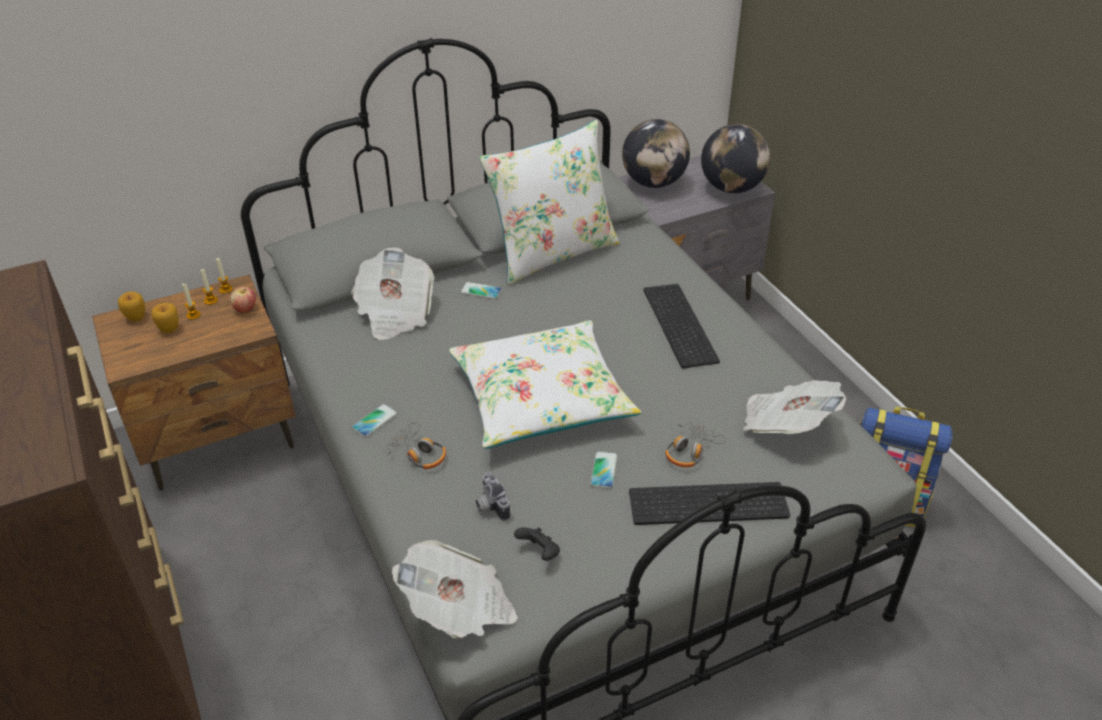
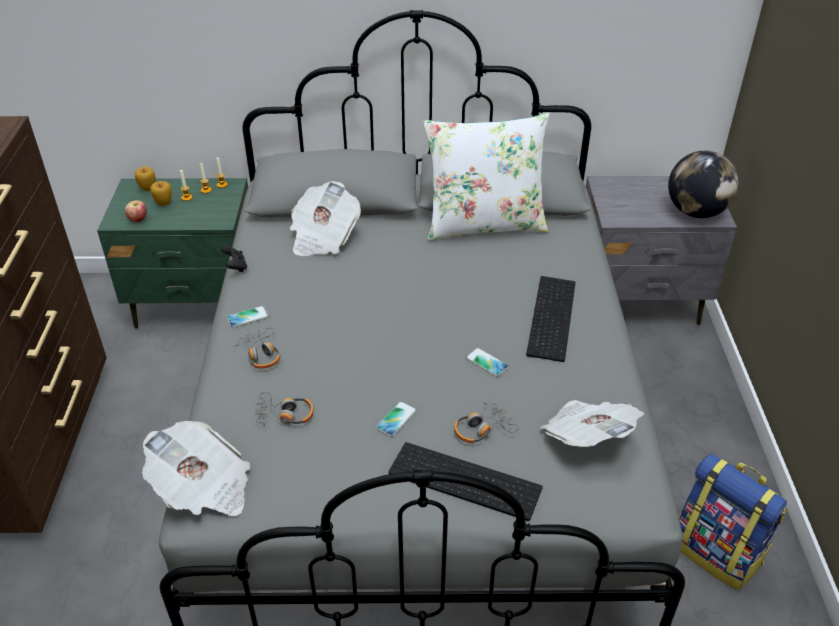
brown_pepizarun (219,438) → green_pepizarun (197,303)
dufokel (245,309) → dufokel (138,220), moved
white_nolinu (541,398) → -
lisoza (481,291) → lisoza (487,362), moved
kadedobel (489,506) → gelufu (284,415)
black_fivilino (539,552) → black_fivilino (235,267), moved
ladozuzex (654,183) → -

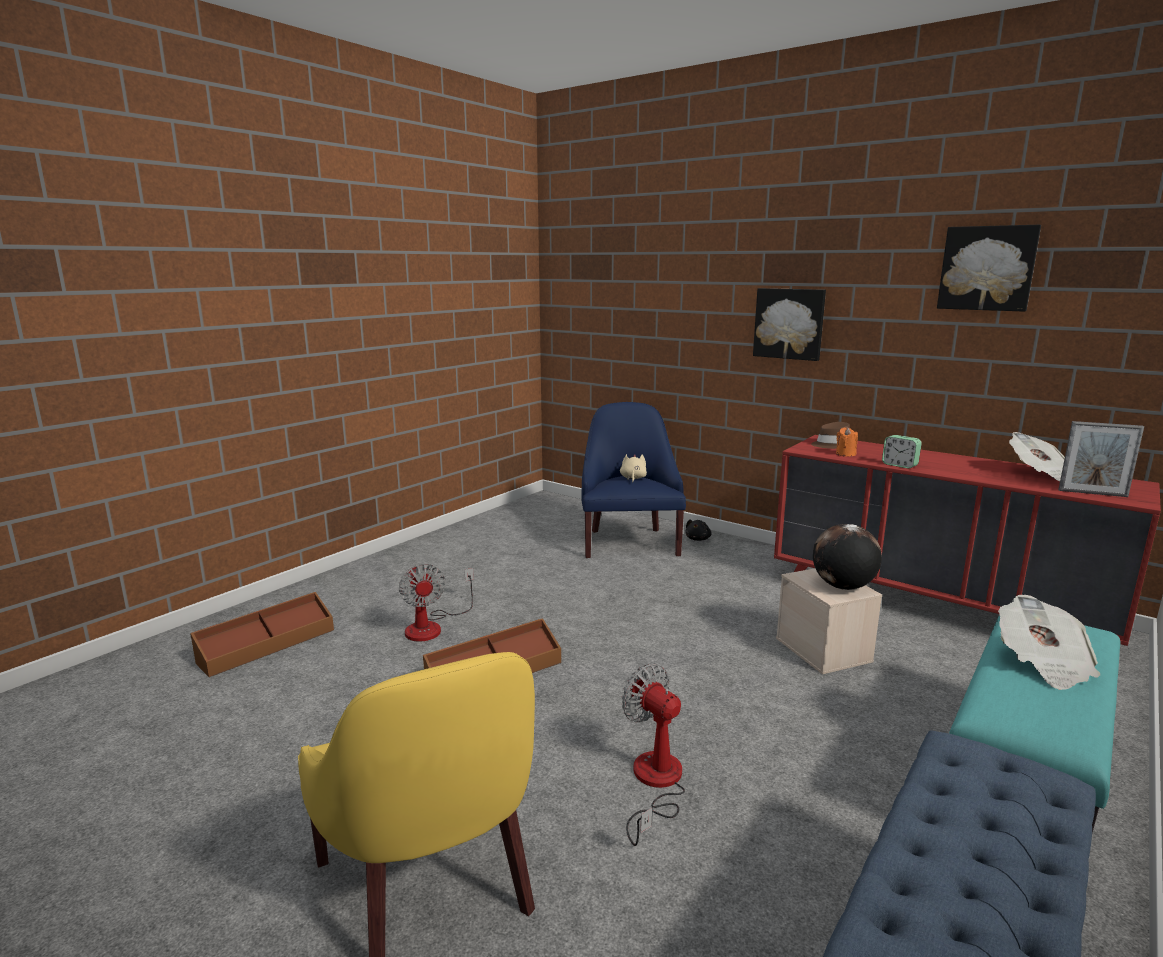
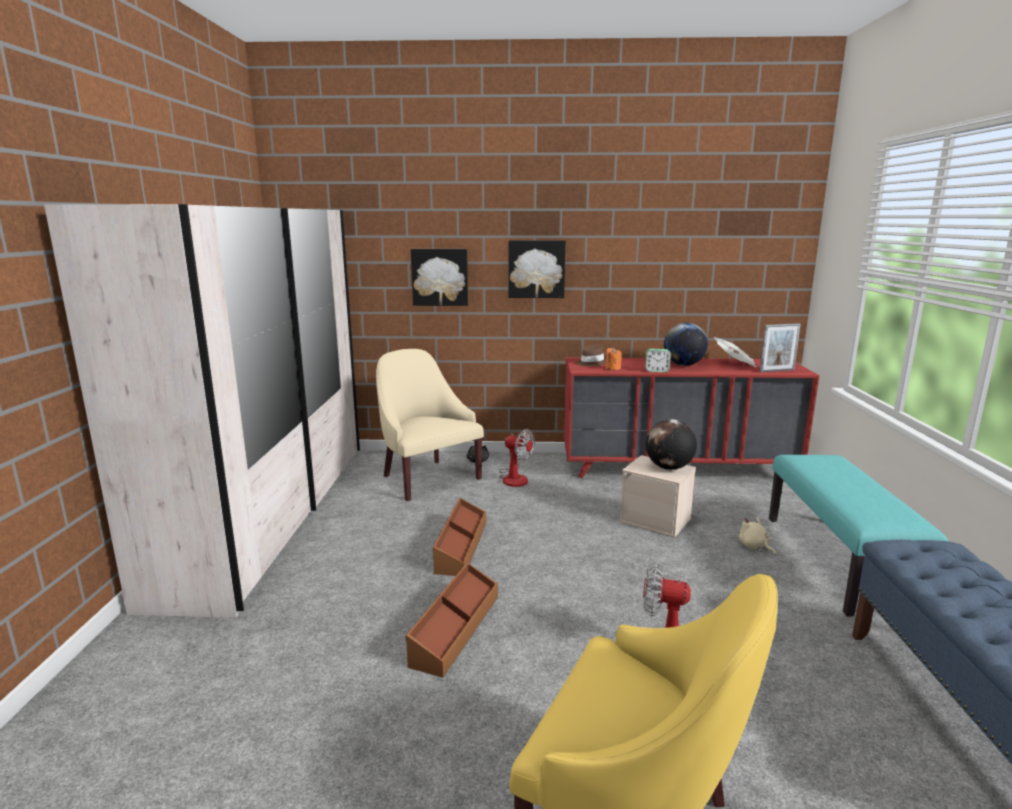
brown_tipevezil (267,645) → brown_tipevezil (460,546), moved
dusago (432,626) → dusago (514,477), moved
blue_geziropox (629,542) → beige_geziropox (427,478)
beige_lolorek (633,478) → beige_lolorek (754,546), moved
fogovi (987,268) → fogovi (440,277), moved
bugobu (1043,664) → -
- → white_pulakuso (272,513)
- → ladozuzex (683,365)

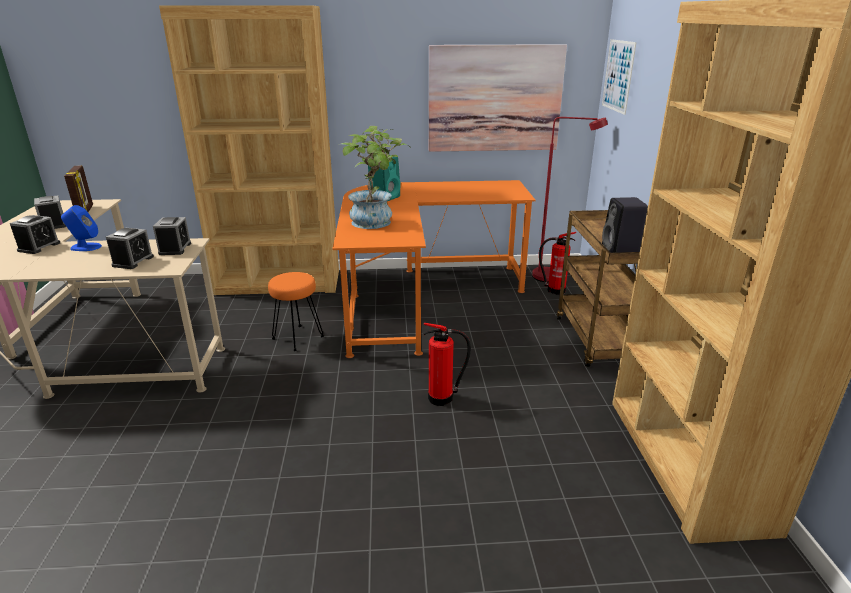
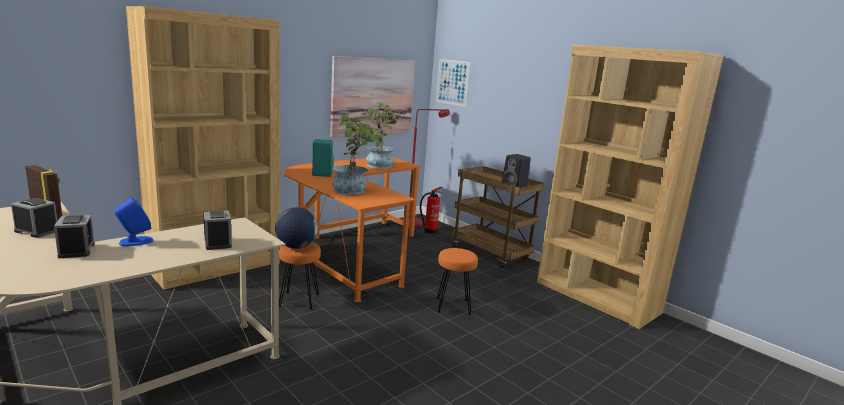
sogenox (175,248) → -
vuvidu (443,398) → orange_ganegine (453,306)
- → ladozuzex (296,247)
- → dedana (380,164)

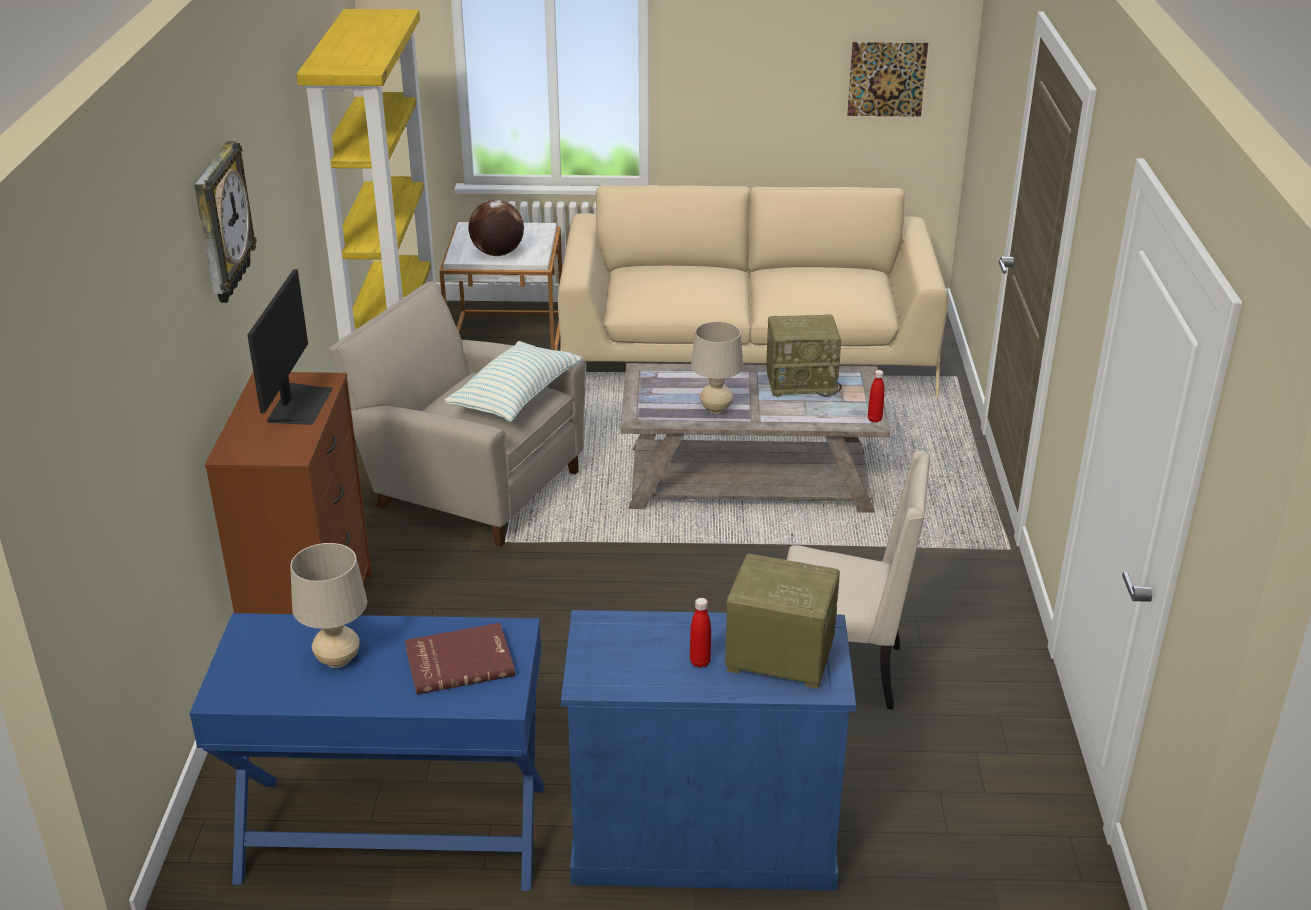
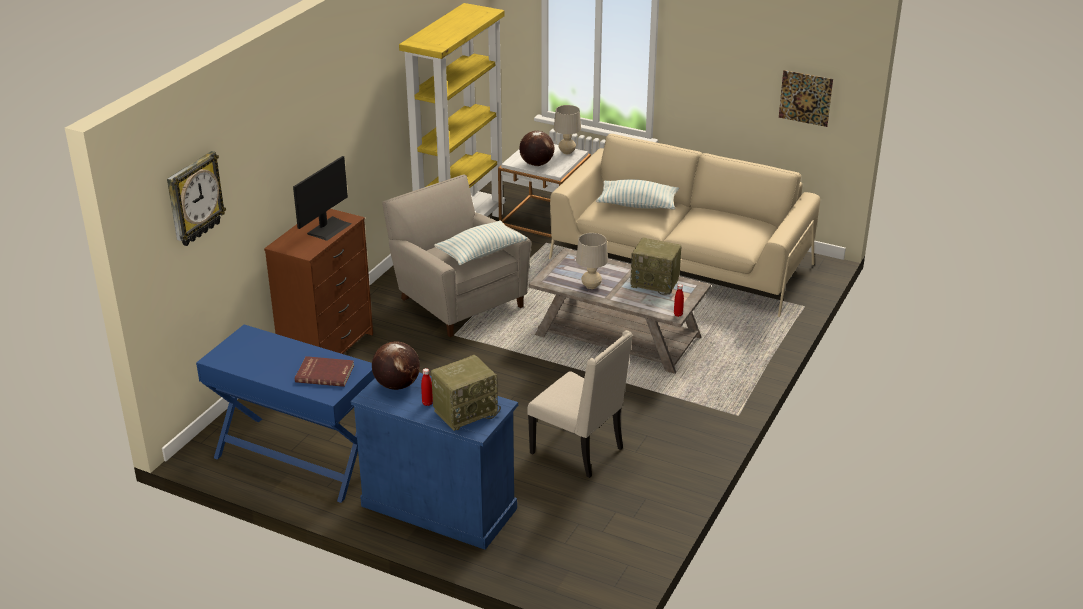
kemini (220,223) → kemini (194,199), moved
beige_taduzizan (338,660) → beige_taduzizan (567,152), moved
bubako (777,657) → bubako (466,411), 105 degrees clockwise
- → ladozuzex (396,385)
- → nolinu (637,205)

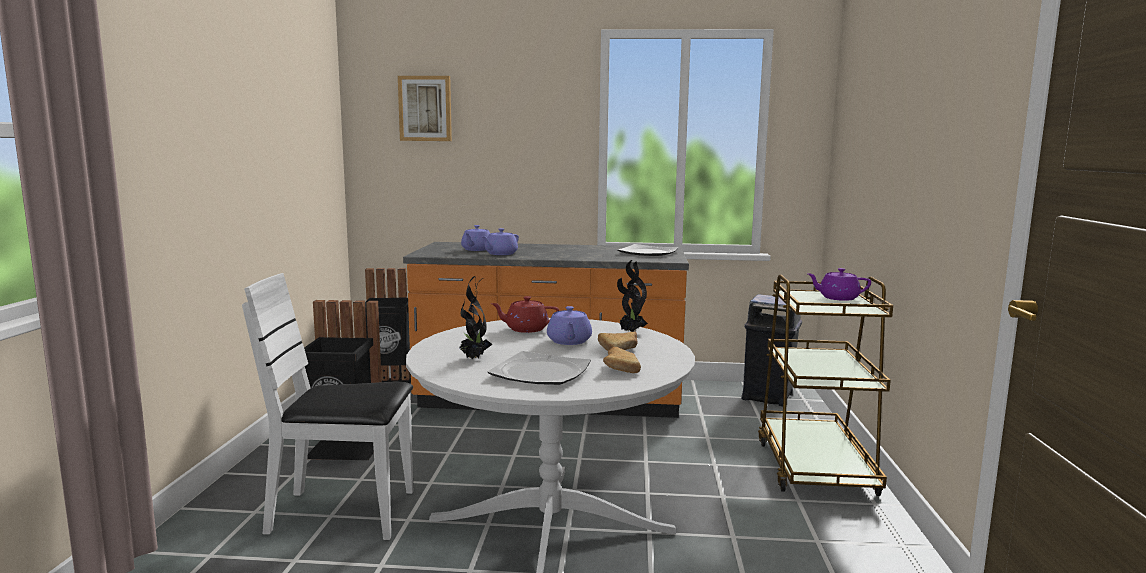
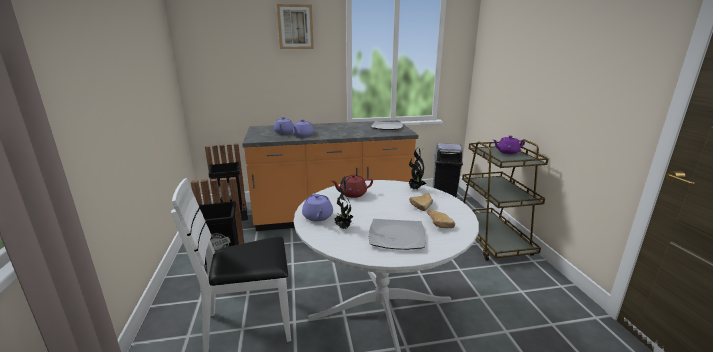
fogovi (425,108) → fogovi (295,27), moved
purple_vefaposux (569,341) → purple_vefaposux (318,217), moved

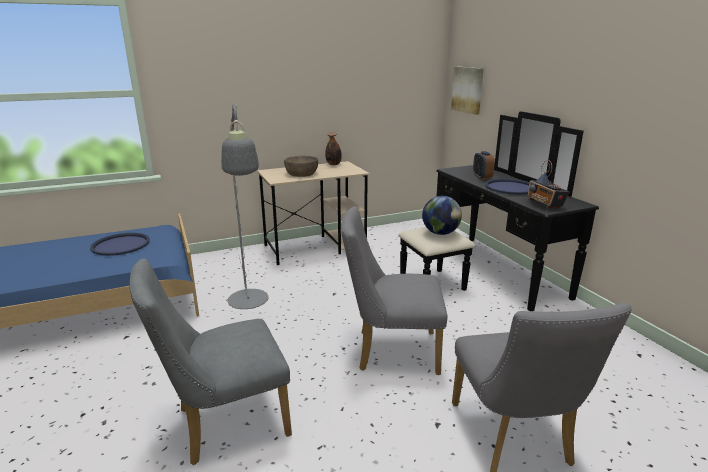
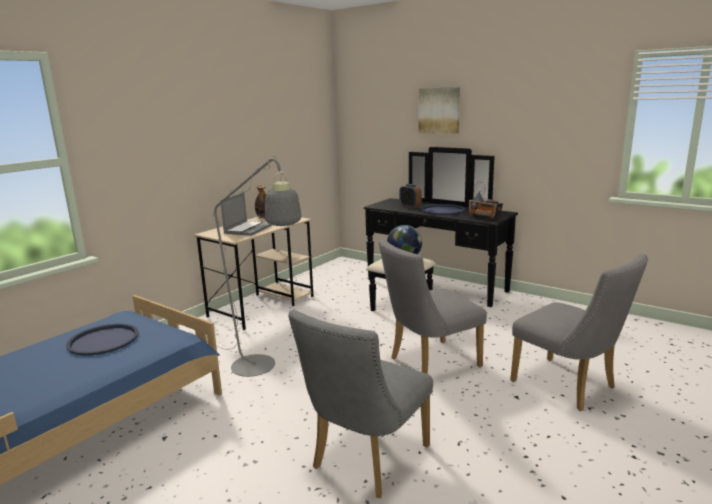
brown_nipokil (301,173) → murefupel (248,229)
fogovi (468,90) → fogovi (439,110), moved

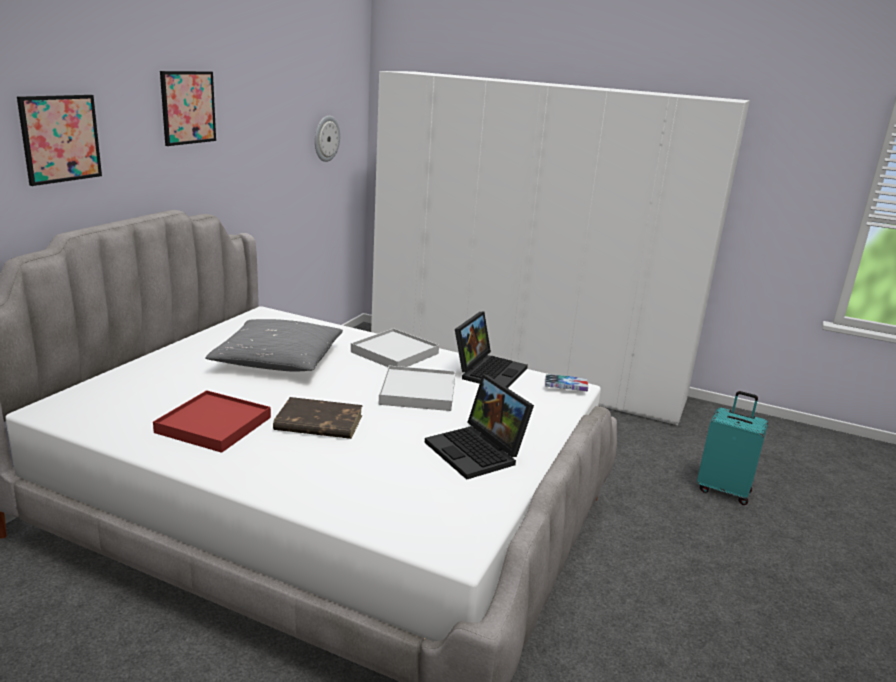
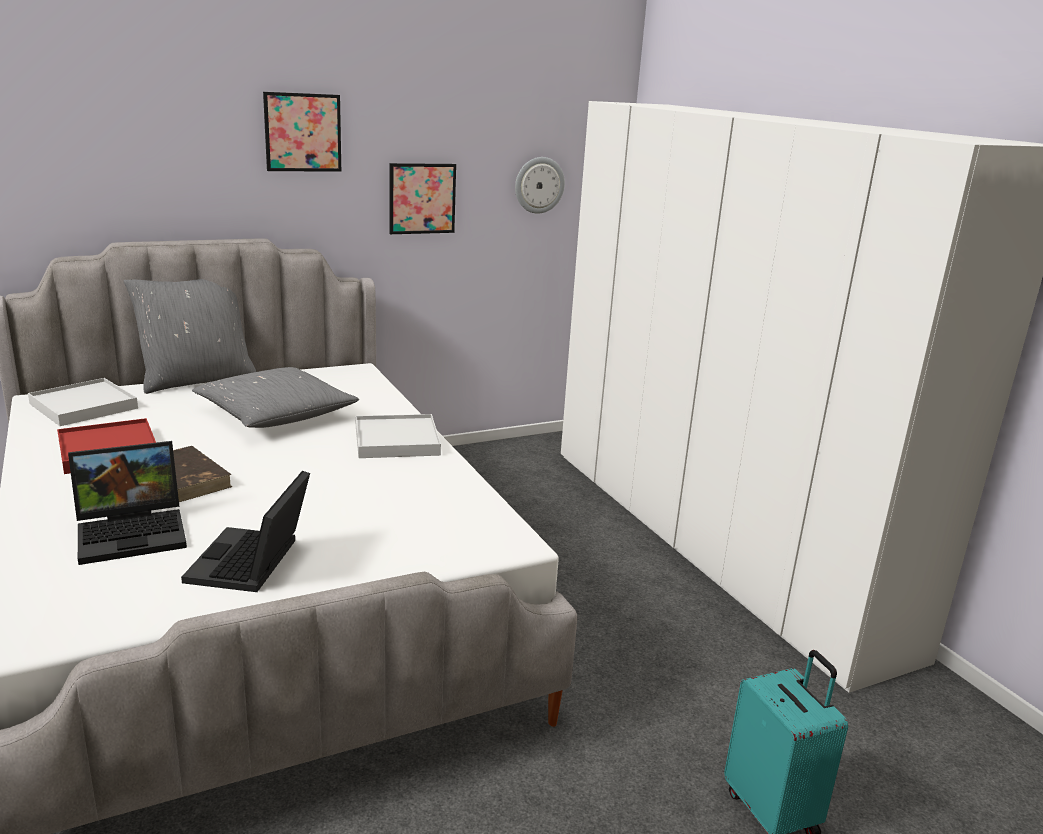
fogovi (60,138) → fogovi (422,198), moved
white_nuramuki (418,392) → white_nuramuki (83,406), moved
murefupel (488,371) → murefupel (134,532), moved
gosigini (565,387) → -
- → grey_nolinu (197,379)

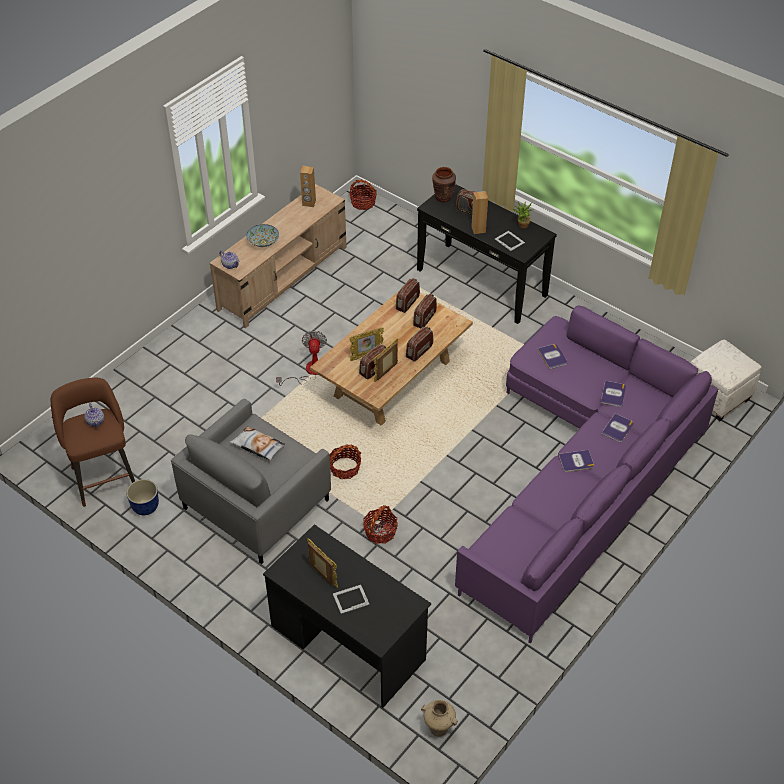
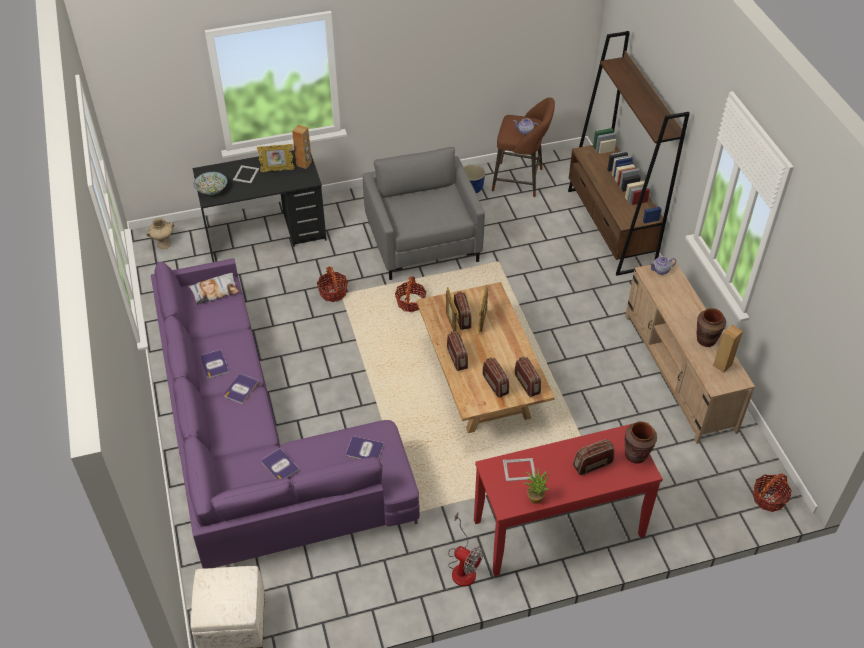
nolinu (257,446) → nolinu (215,291), moved
nipokil (263,242) → nipokil (212,190), moved
dusago (309,371) → dusago (462,567), moved
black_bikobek (482,282) → red_bikobek (559,528)
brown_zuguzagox (478,229) → brown_zuguzagox (304,164), moved
gosigini (617,428) → gosigini (214,364), moved
- → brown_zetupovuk (610,228)
- → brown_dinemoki (706,340)

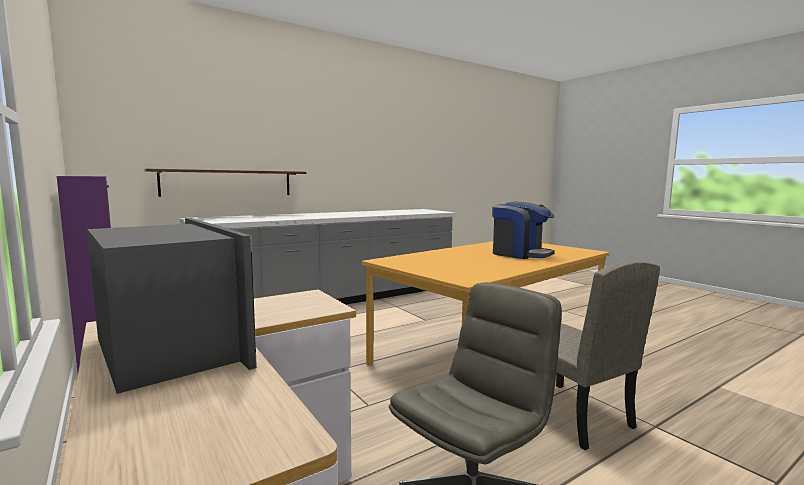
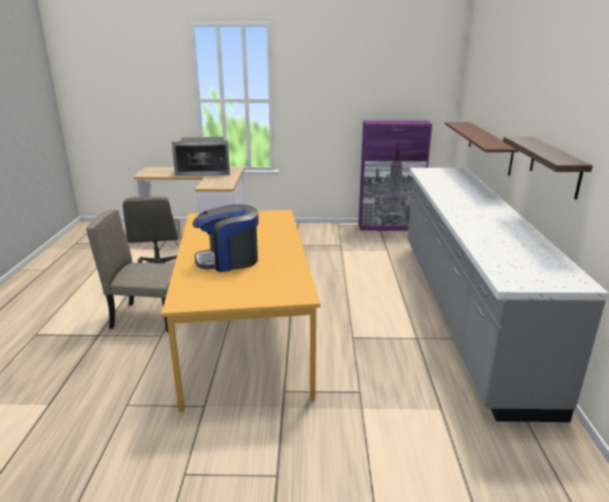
- → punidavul (555,166)

